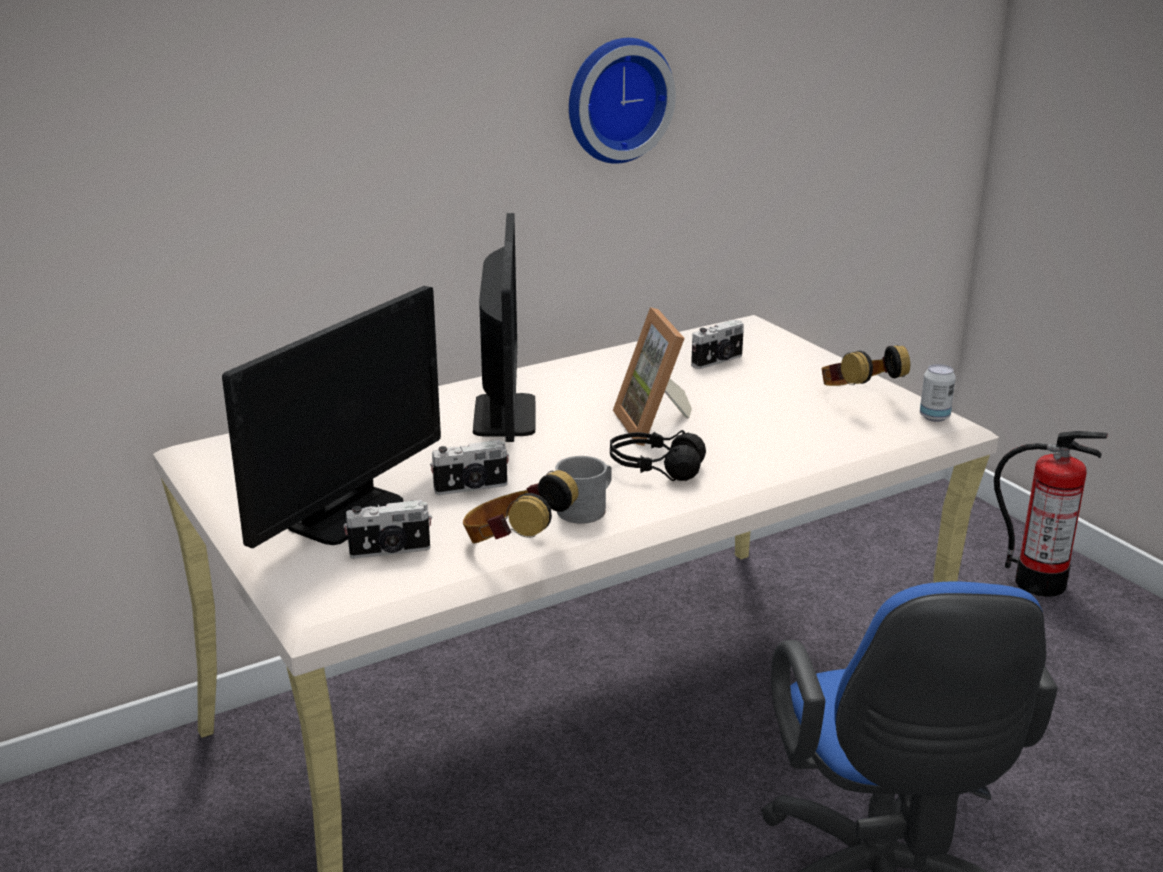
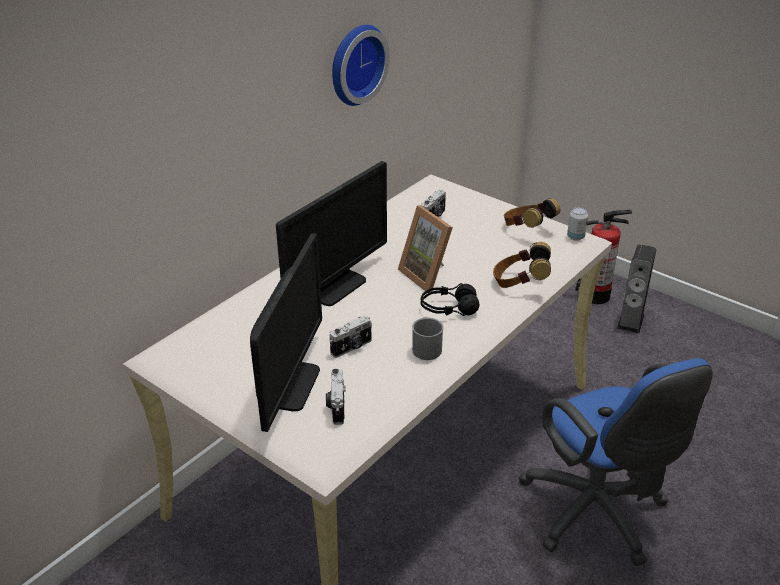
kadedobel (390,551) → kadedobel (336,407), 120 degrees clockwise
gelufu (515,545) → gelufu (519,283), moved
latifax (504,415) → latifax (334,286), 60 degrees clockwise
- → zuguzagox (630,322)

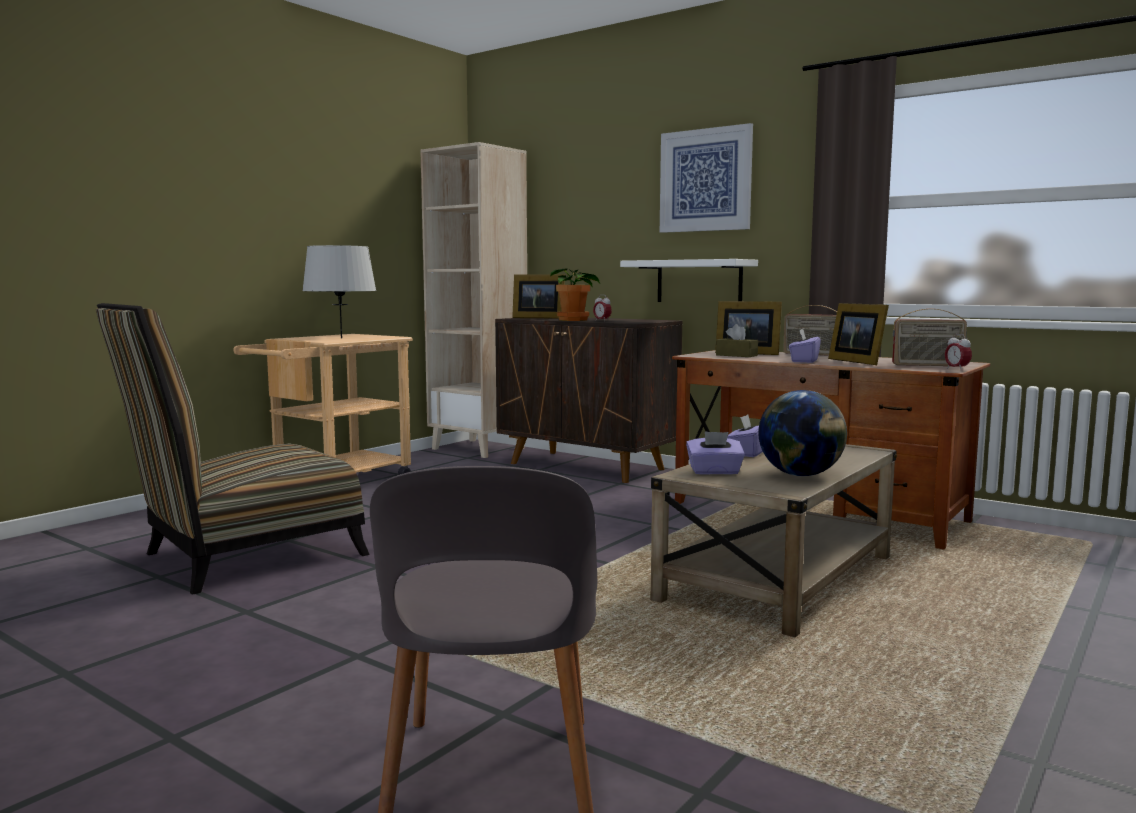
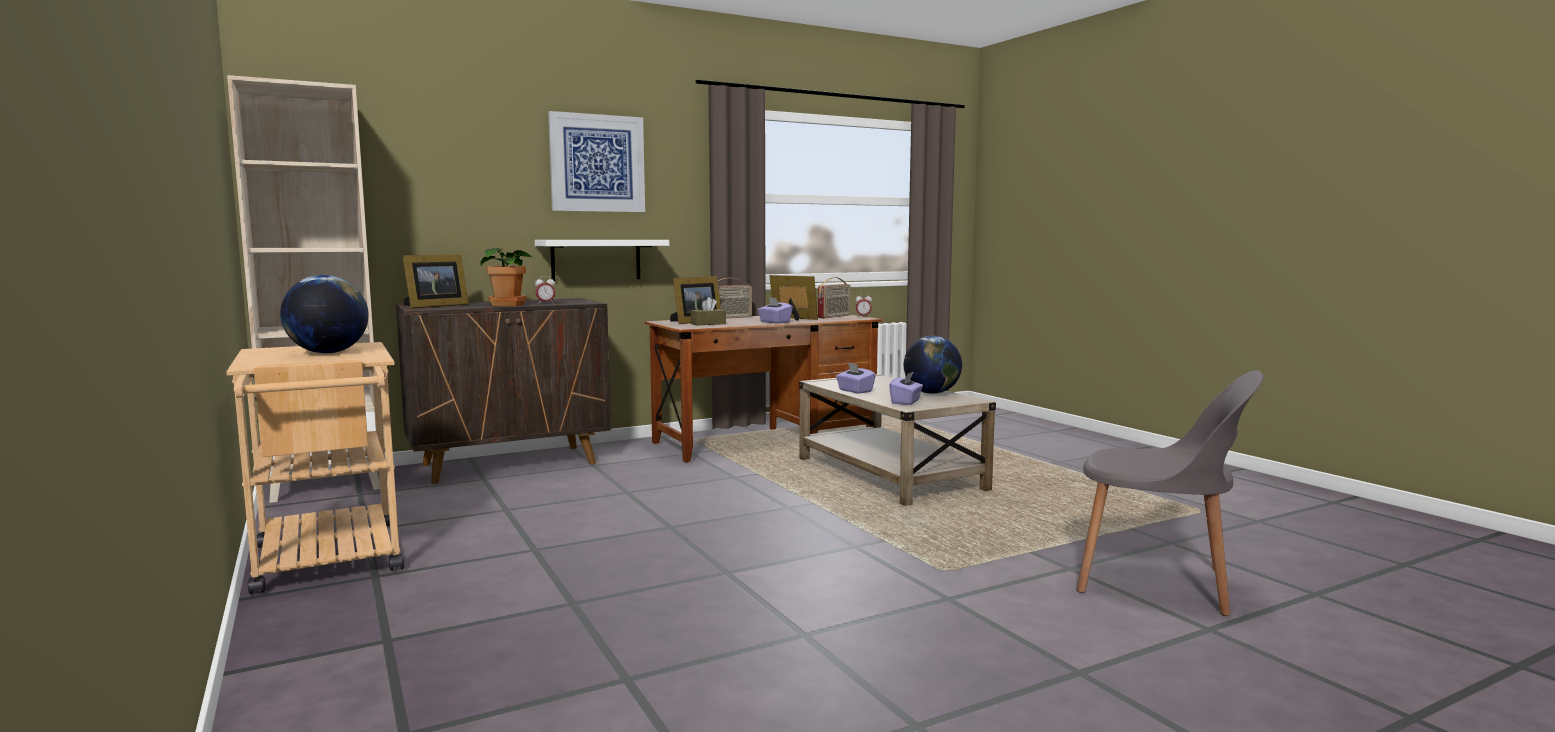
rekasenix (242,557) → -
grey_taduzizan (341,338) → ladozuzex (328,353)
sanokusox (857,361) → sanokusox (793,319), 150 degrees counterclockwise

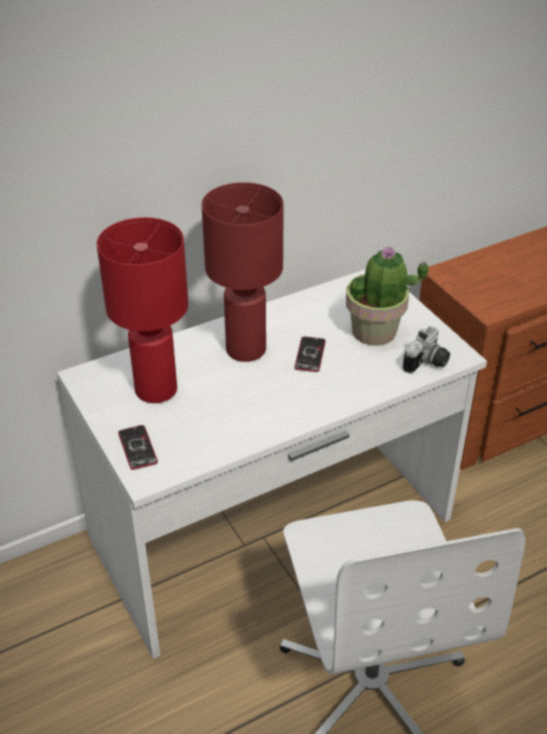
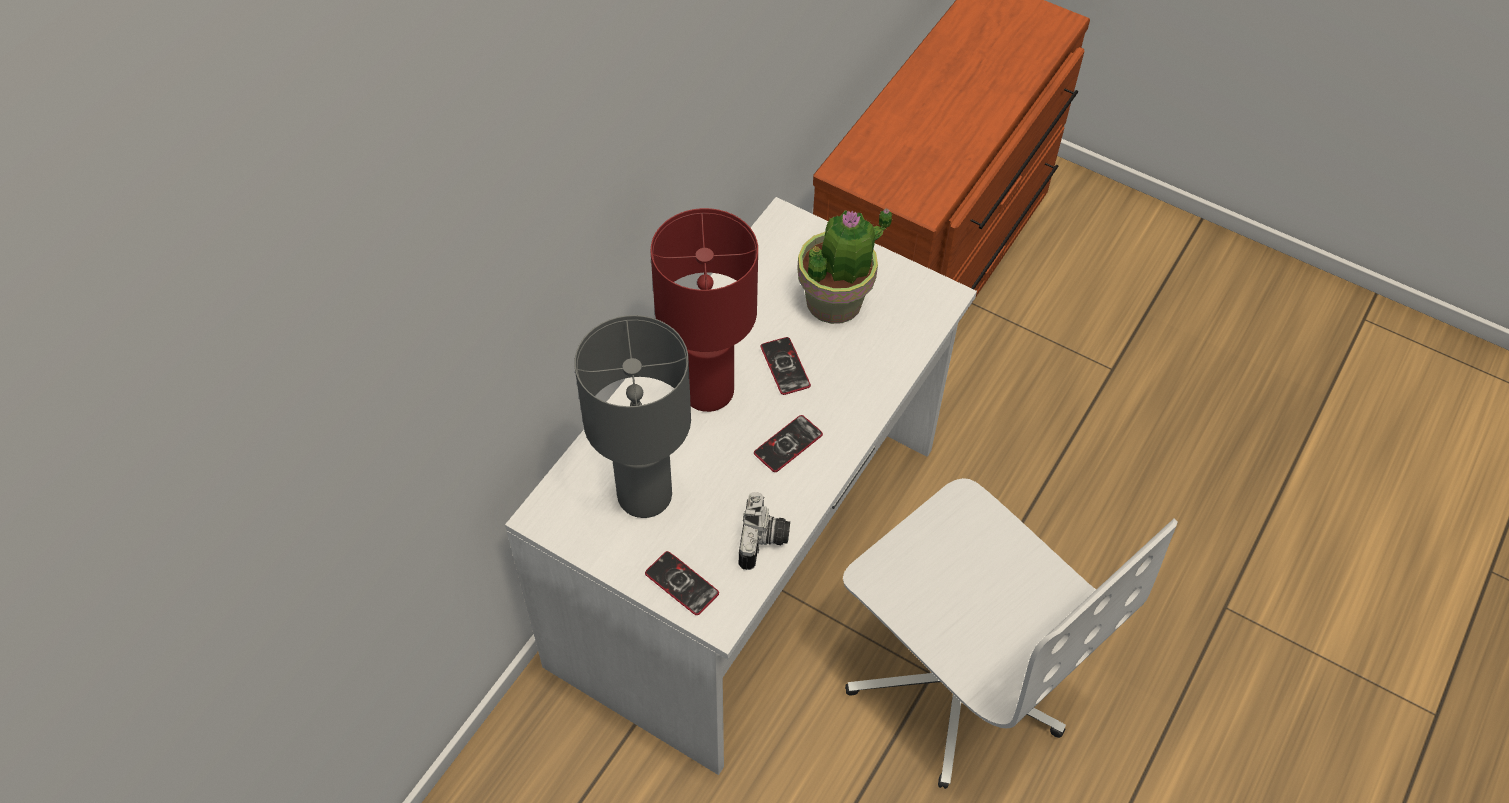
red_taduzizan (156,391) → grey_taduzizan (646,496)
kadedobel (428,363) → kadedobel (765,541), moved
- → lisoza (788,444)

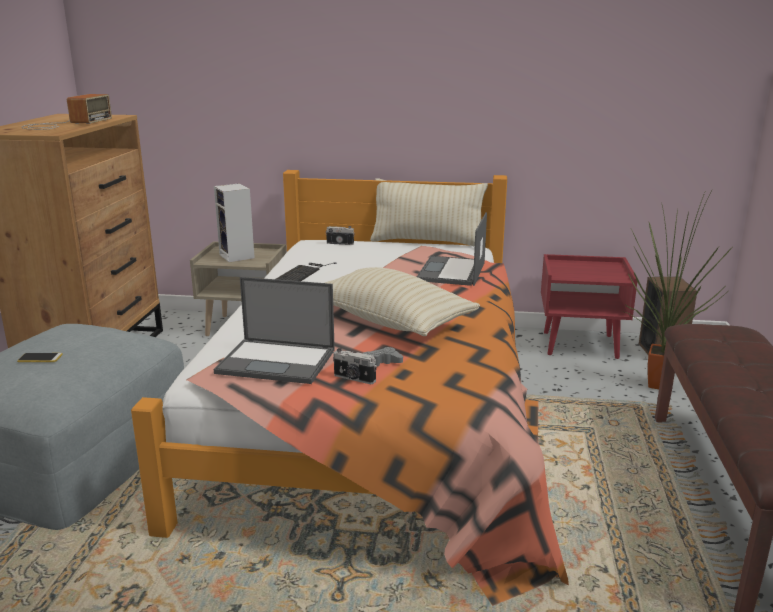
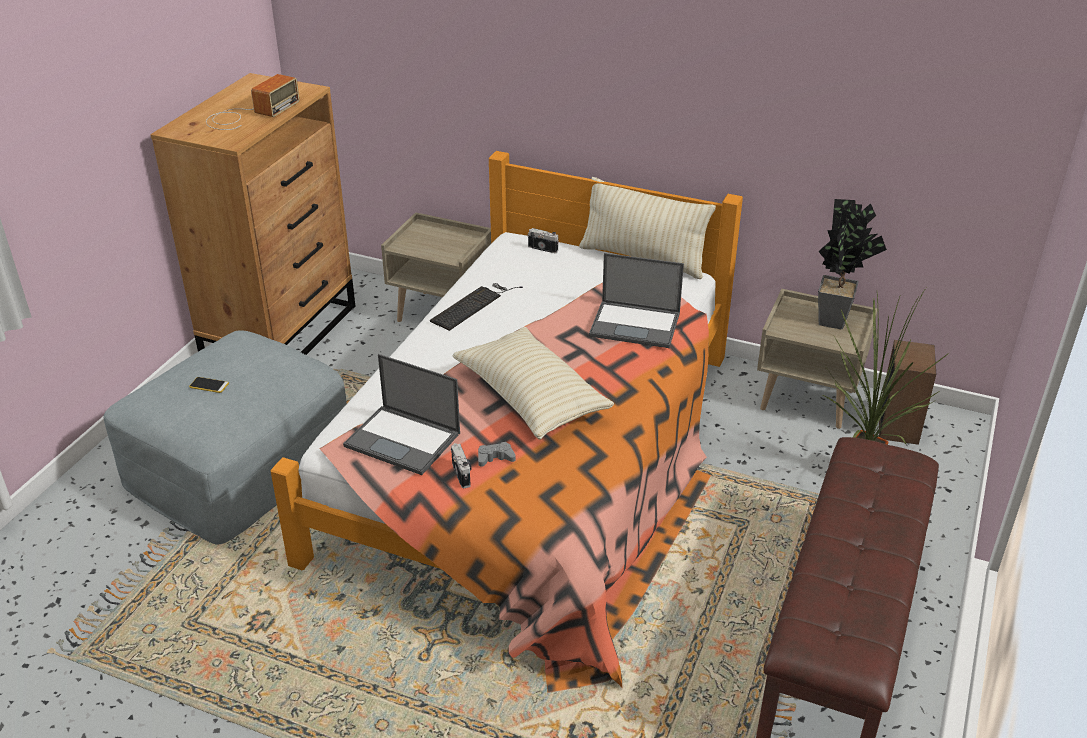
zuguzagox (238,256) → -
kadedobel (354,379) → kadedobel (462,474), 150 degrees counterclockwise
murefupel (451,272) → murefupel (636,324), 105 degrees counterclockwise
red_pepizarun (580,345) → beige_pepizarun (808,399)
- → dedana (836,318)

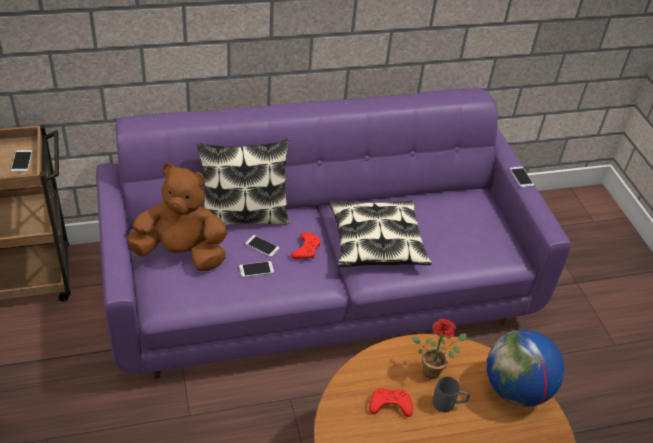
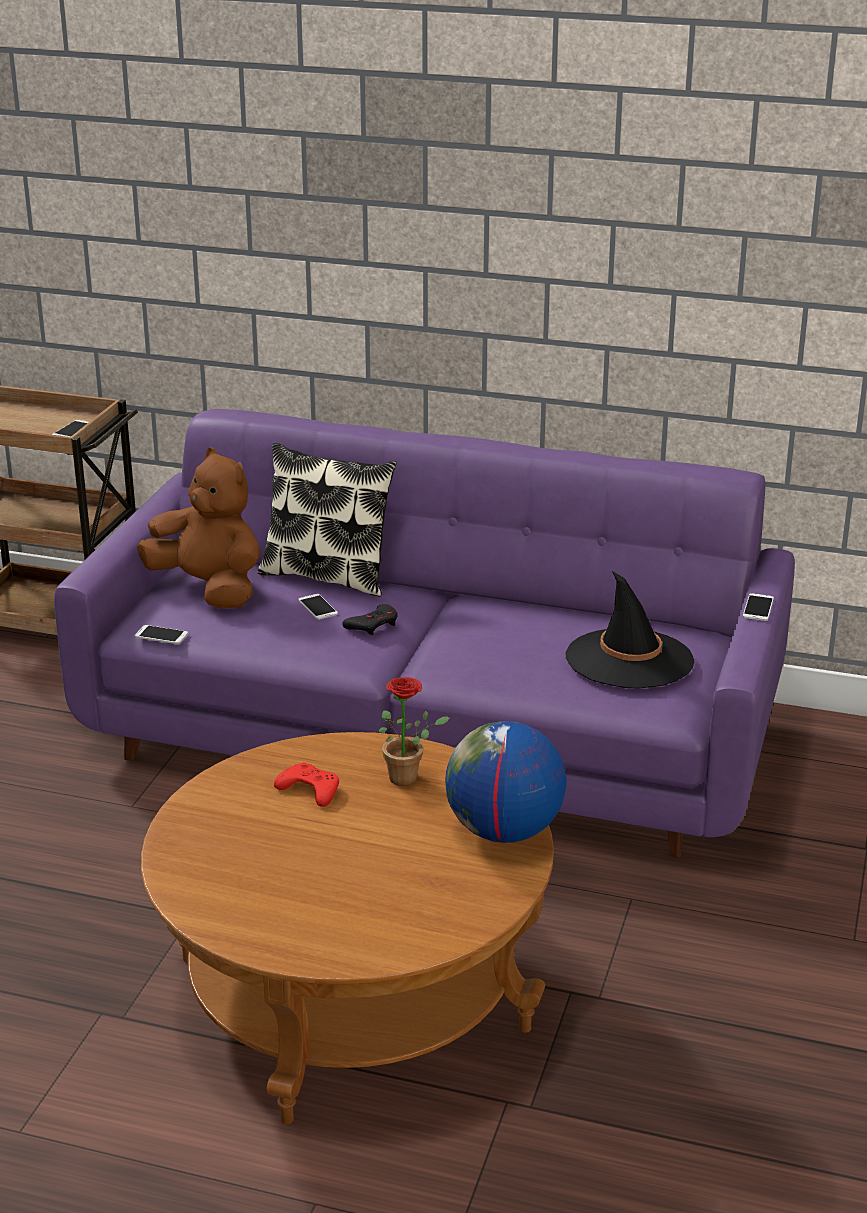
lisoza (256,269) → lisoza (161,635), moved
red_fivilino (306,249) → black_fivilino (373,624)
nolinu (376,242) → -
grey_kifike (448,404) → -
- → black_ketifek (629,659)

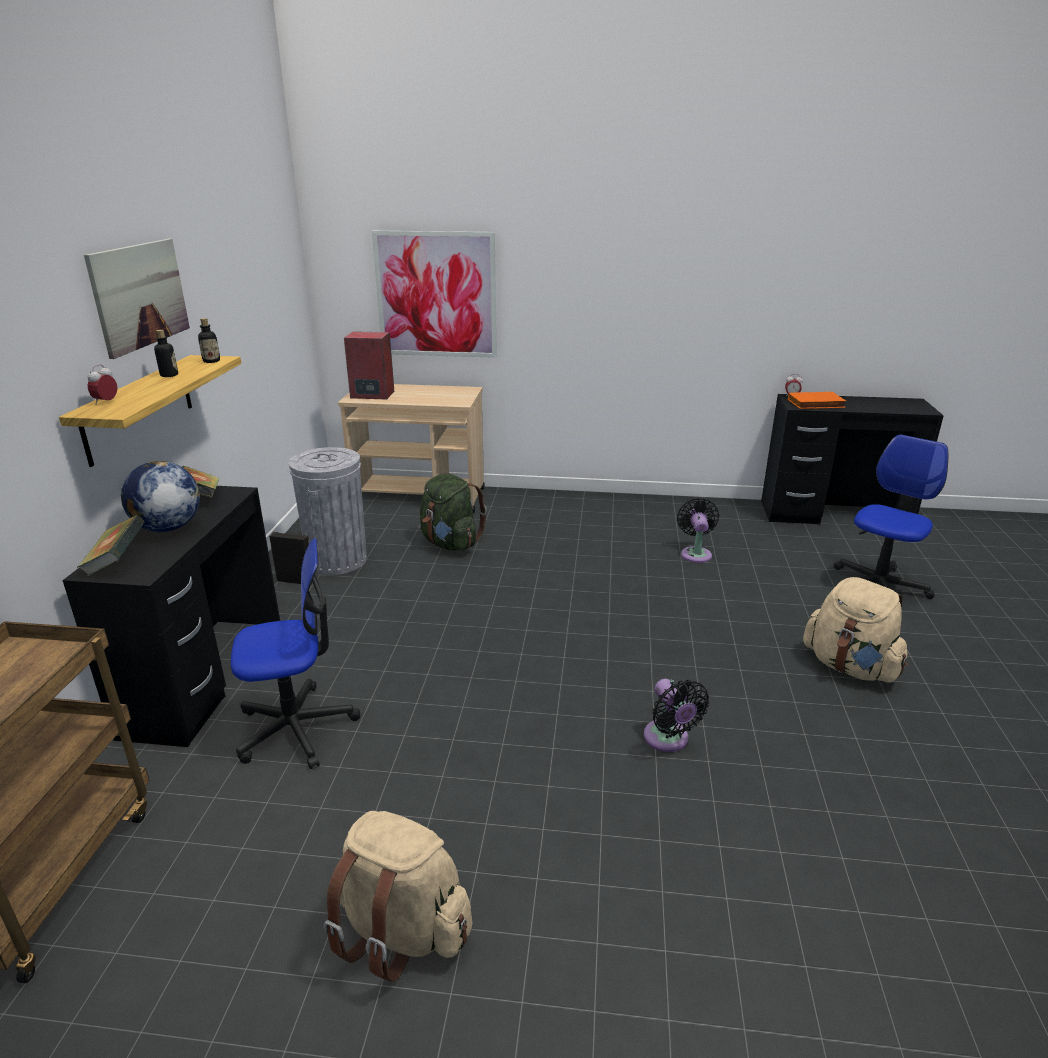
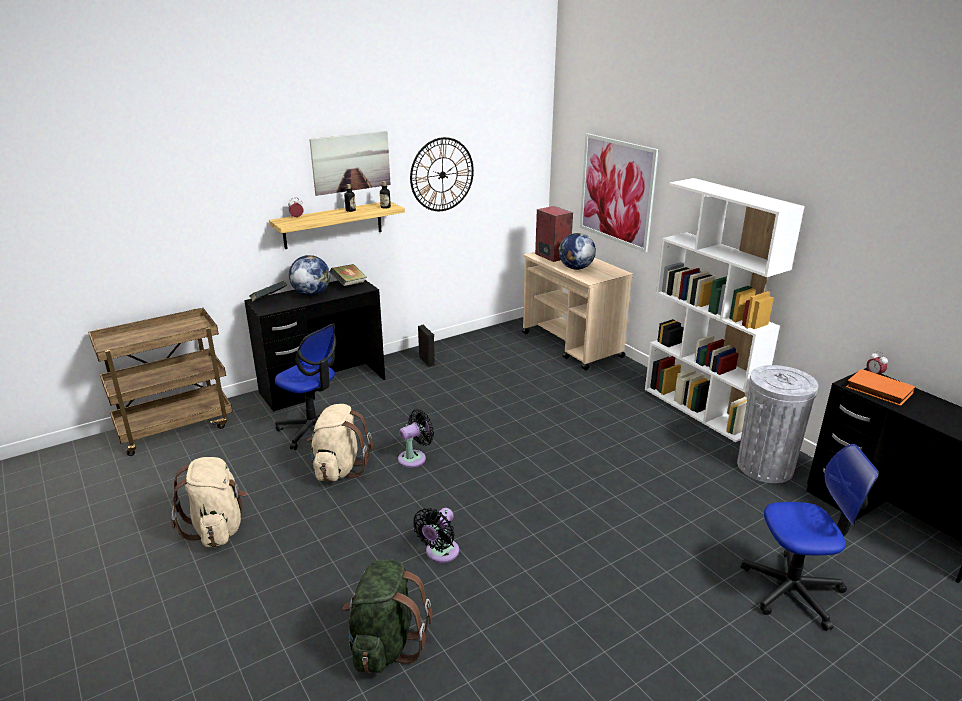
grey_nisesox (337,560) → grey_nisesox (765,466), moved
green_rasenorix (450,543) → green_rasenorix (385,645), moved
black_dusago (695,553) → black_dusago (414,458), moved
beige_rasenorix (850,667) → beige_rasenorix (339,469), moved
- → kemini (442,174)
- → ladozuzex (575,268)
- → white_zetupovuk (699,409)

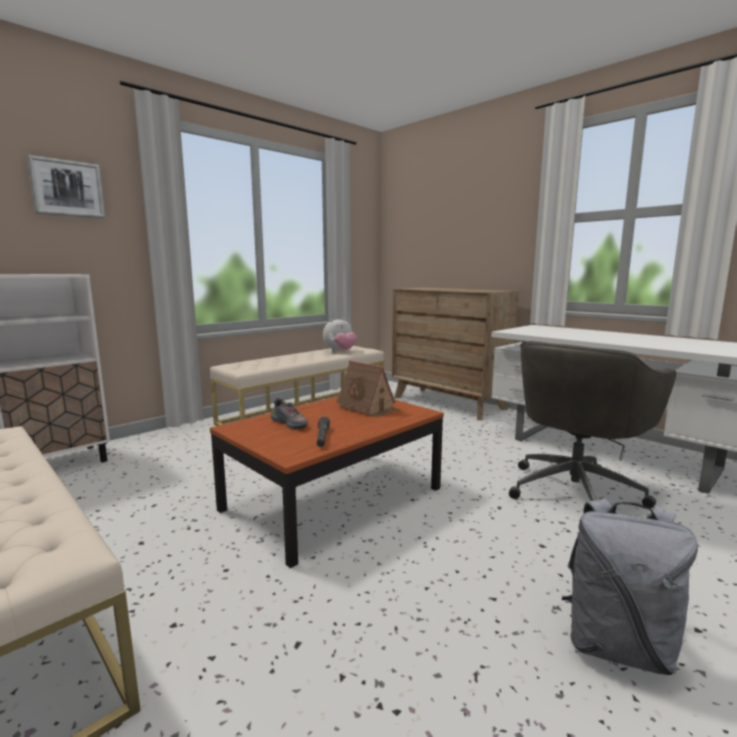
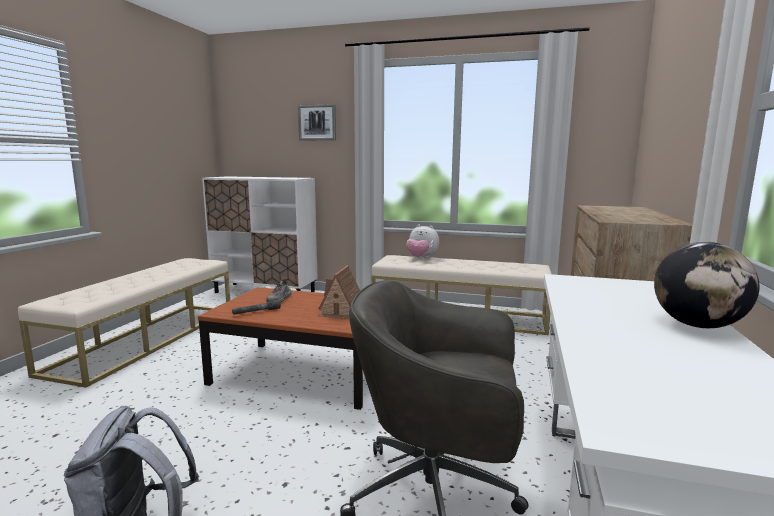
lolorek (340,351) → lolorek (421,258), moved
- → ladozuzex (697,325)

